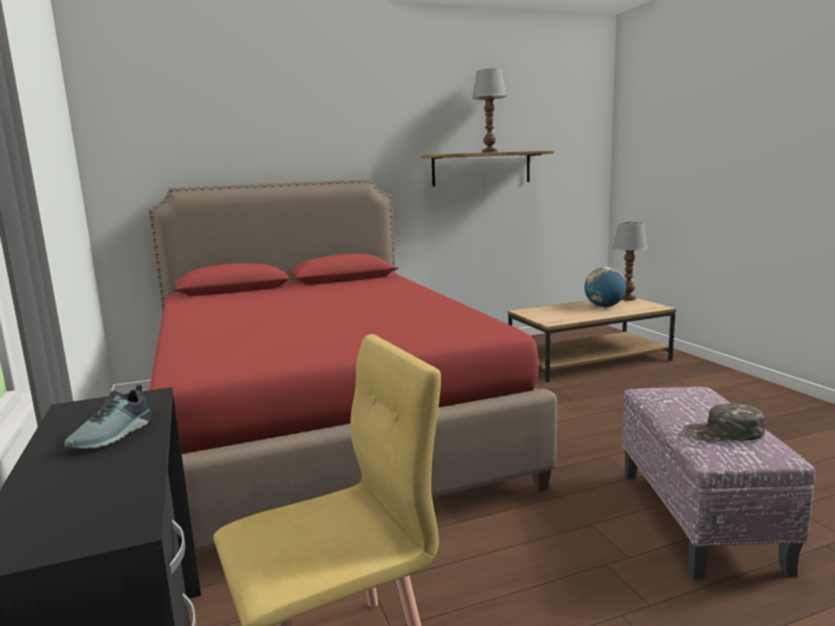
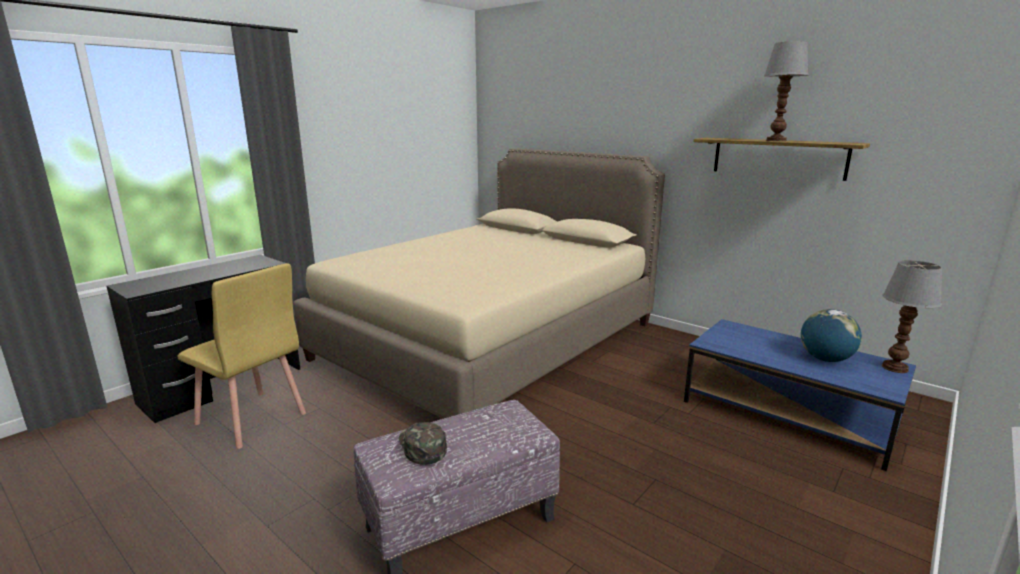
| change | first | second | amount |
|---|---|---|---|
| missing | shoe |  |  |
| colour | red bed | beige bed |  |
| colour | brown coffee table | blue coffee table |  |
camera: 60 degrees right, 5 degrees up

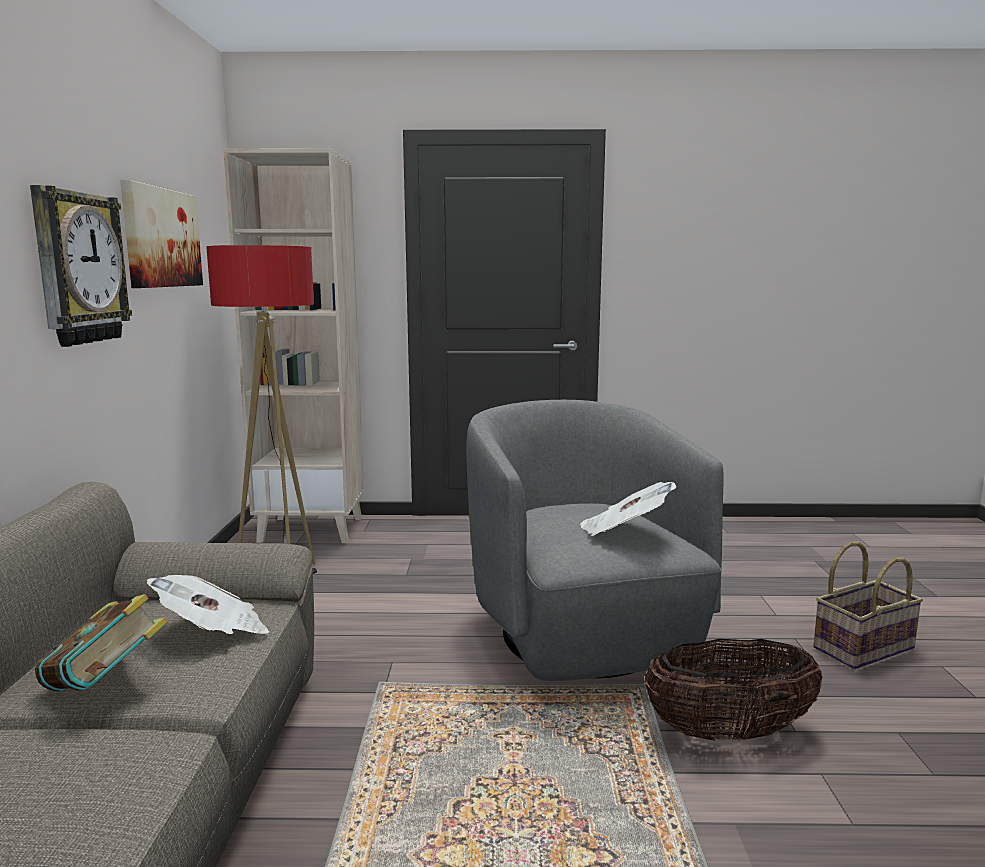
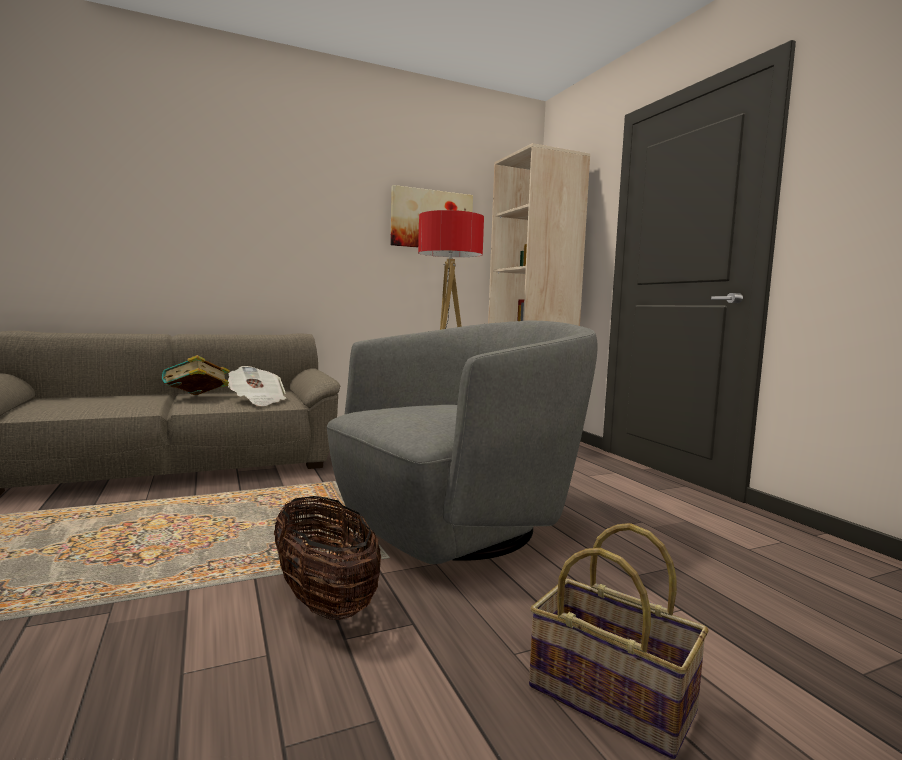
| change | first | second | amount |
|---|---|---|---|
| missing | wall clock |  |  |
| missing | newspaper (no. 2 from left) |  |  |
camera: 65 degrees right, 5 degrees down

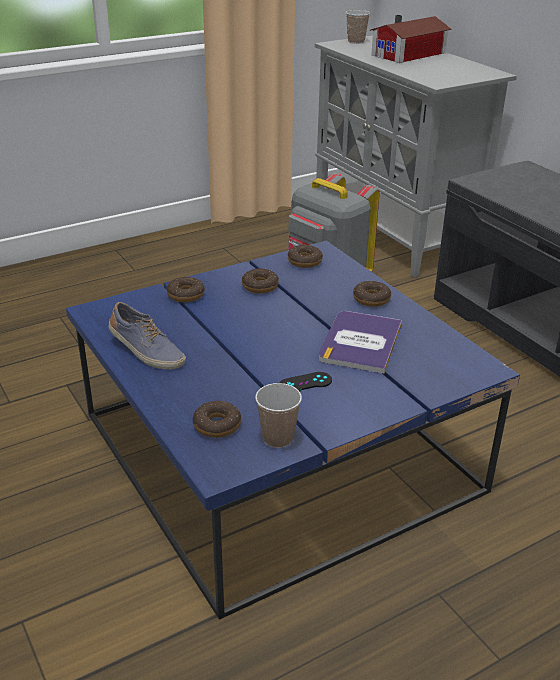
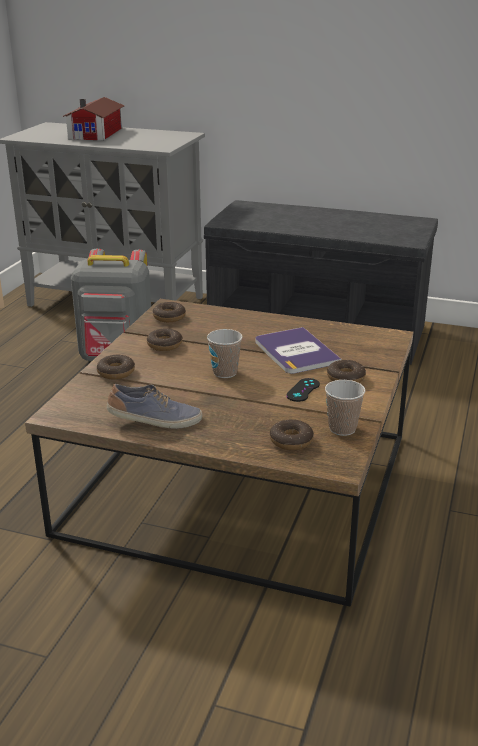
| change | first | second | amount |
|---|---|---|---|
| relocated | cup (no. 2 from left in the first image) | cup (no. 1 from left) |  |
| relocated | donut (no. 5 from left) |  |  |
| colour | blue coffee table | brown coffee table |  |
camera: 40 degrees left, 5 degrees down

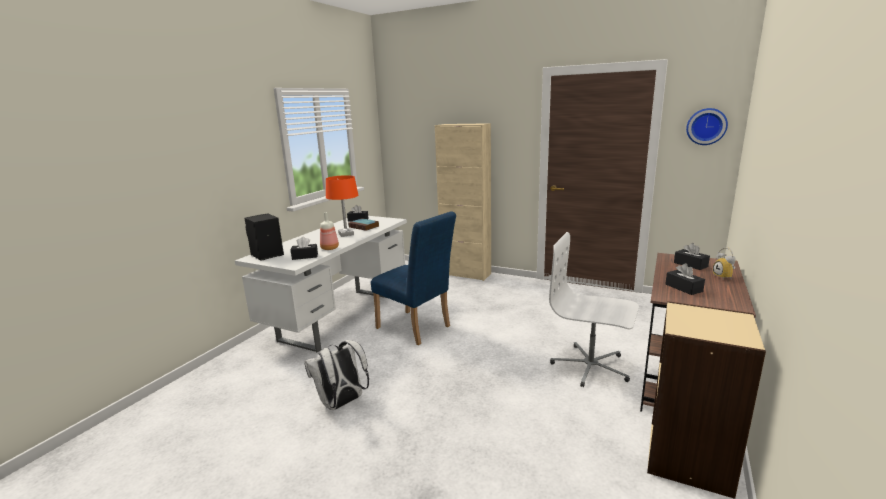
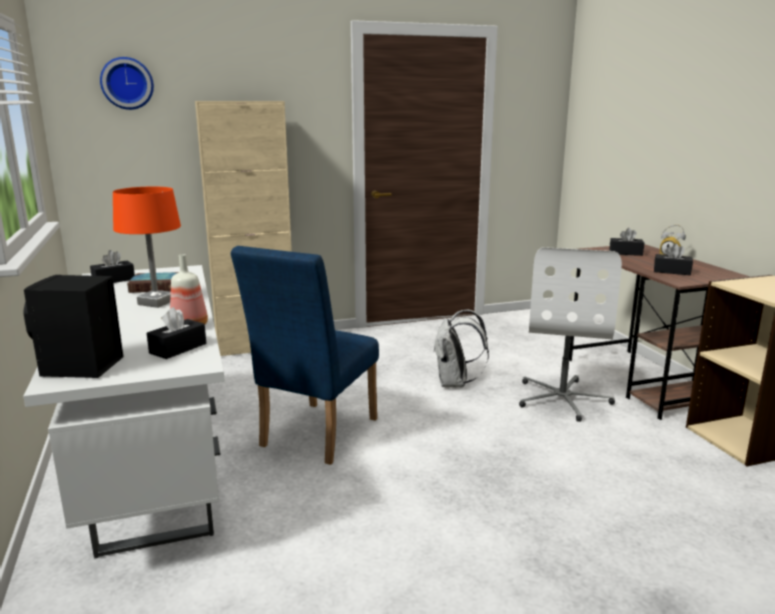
| change | first | second | amount |
|---|---|---|---|
| relocated | white backpack |  |  |
| relocated | wall clock |  |  |
| spun | blue chair |  | 120 degrees clockwise |
| spun | white office chair |  | 60 degrees counterclockwise |
camera: 45 degrees left, 0 degrees up

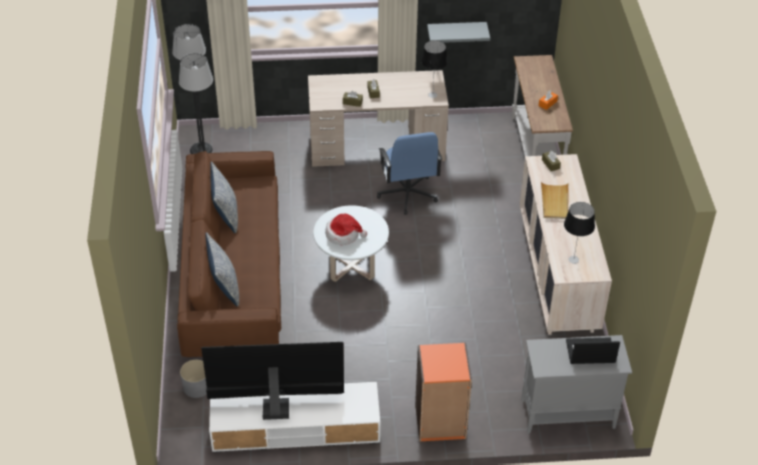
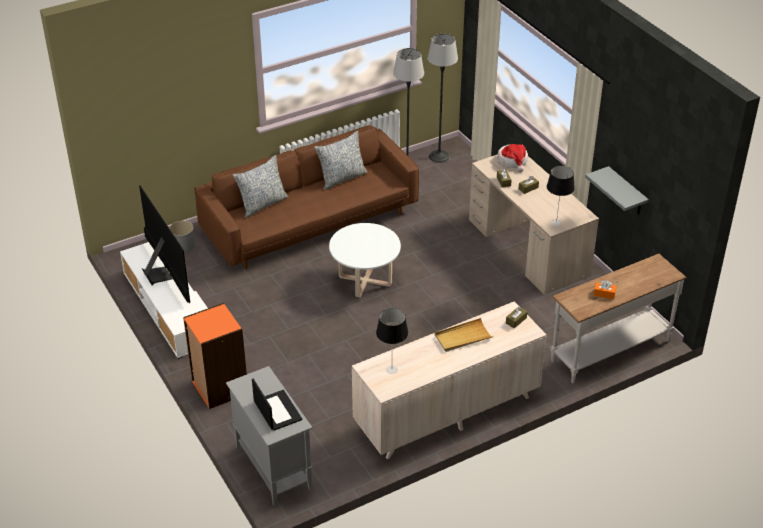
| change | first | second | amount |
|---|---|---|---|
| missing | blue office chair |  |  |
| relocated | hat |  |  |
camera: 65 degrees right, 5 degrees down

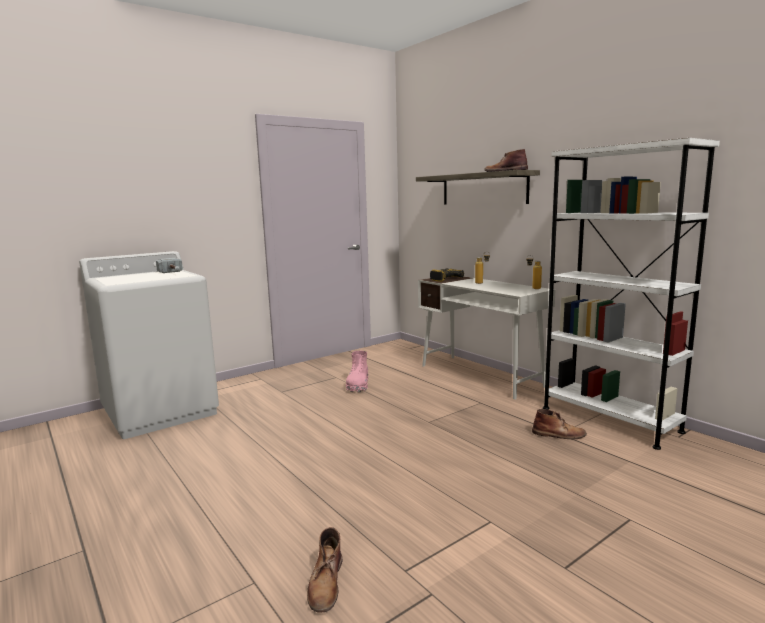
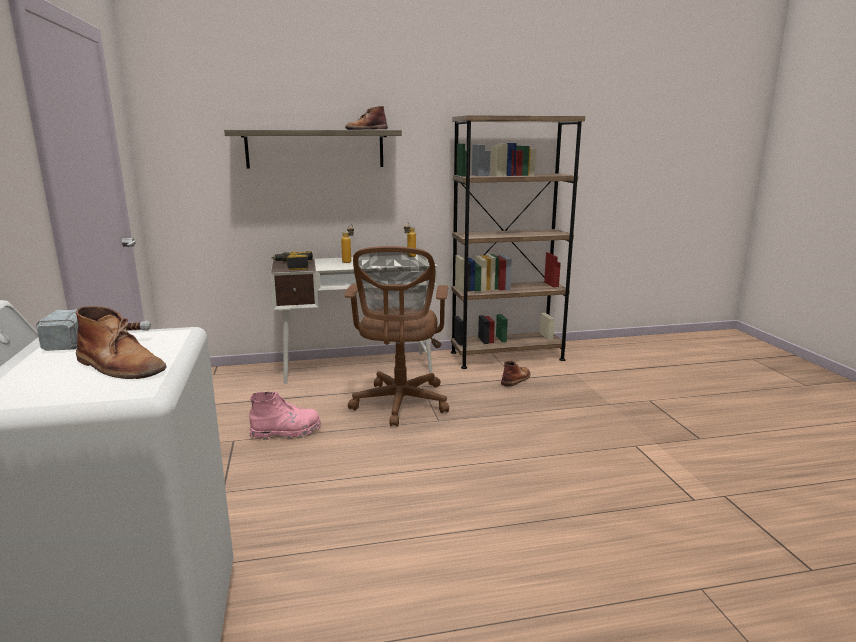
| change | first | second | amount |
|---|---|---|---|
| appeared |  | brown office chair |  |
| relocated | brown boot (no. 1 from left) |  |  |
| colour | white bookcase | brown bookcase |  |
| spun | pink boot |  | 45 degrees counterclockwise |
camera: 65 degrees left, 5 degrees up

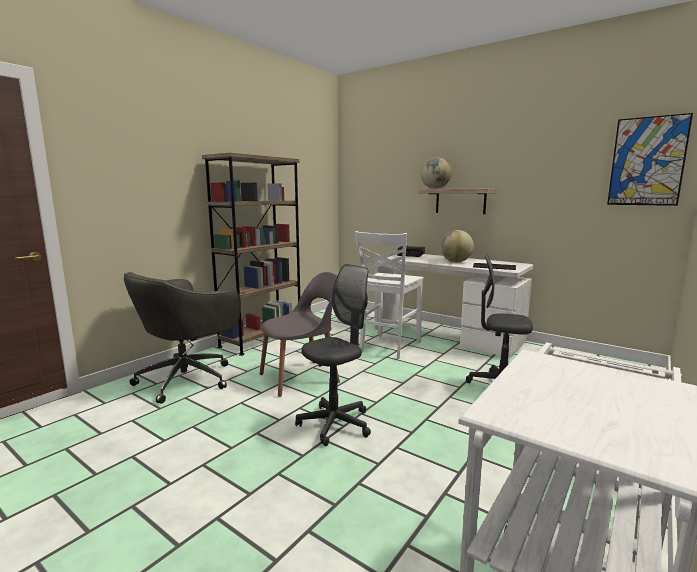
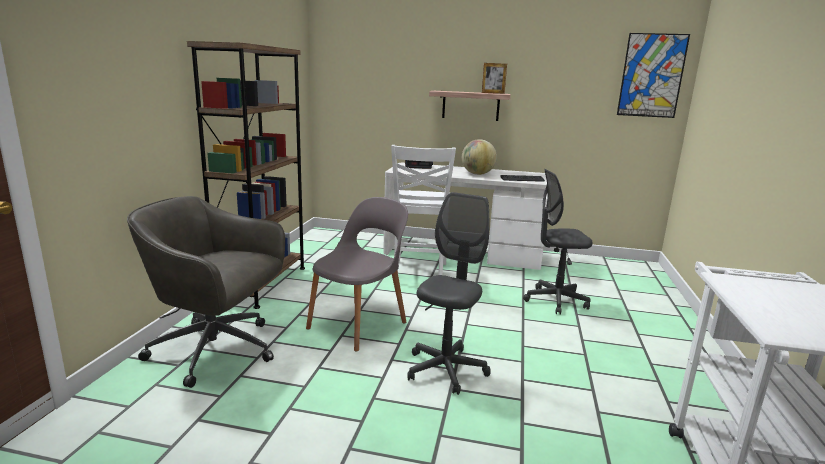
| change | first | second | amount |
|---|---|---|---|
| missing | globe (no. 1 from left) |  |  |
| appeared |  | picture frame |  |
| spun | grey office chair (no. 1 from left) |  | 90 degrees clockwise |
camera: 25 degrees left, 5 degrees up

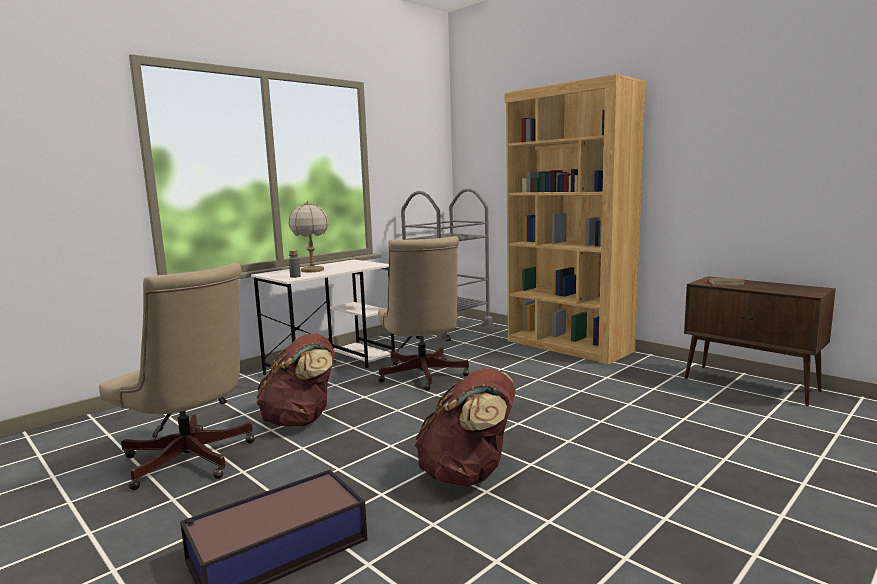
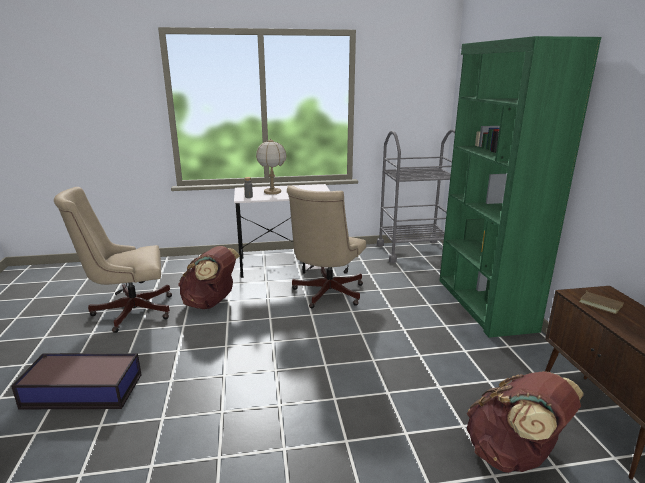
| change | first | second | amount |
|---|---|---|---|
| relocated | brown backpack (no. 2 from left) |  |  |
| colour | brown bookcase | green bookcase |  |
| spun | beige office chair (no. 1 from left) |  | 90 degrees clockwise |
camera: 35 degrees right, 10 degrees up

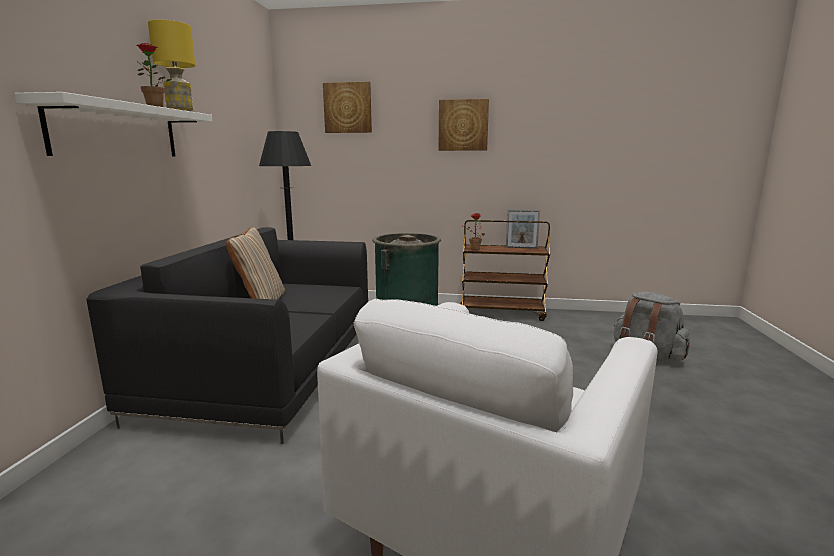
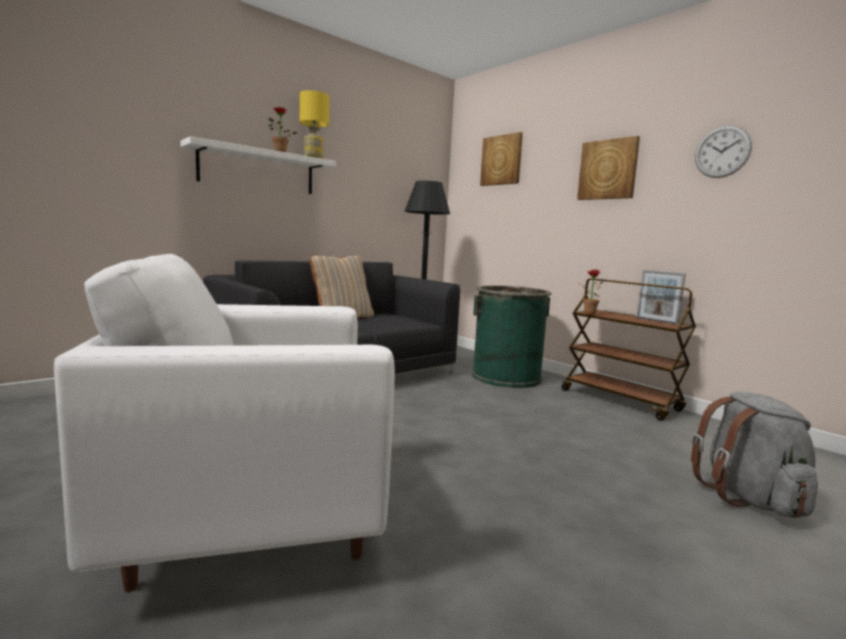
| change | first | second | amount |
|---|---|---|---|
| appeared |  | wall clock |  |
camera: 40 degrees right, 5 degrees down

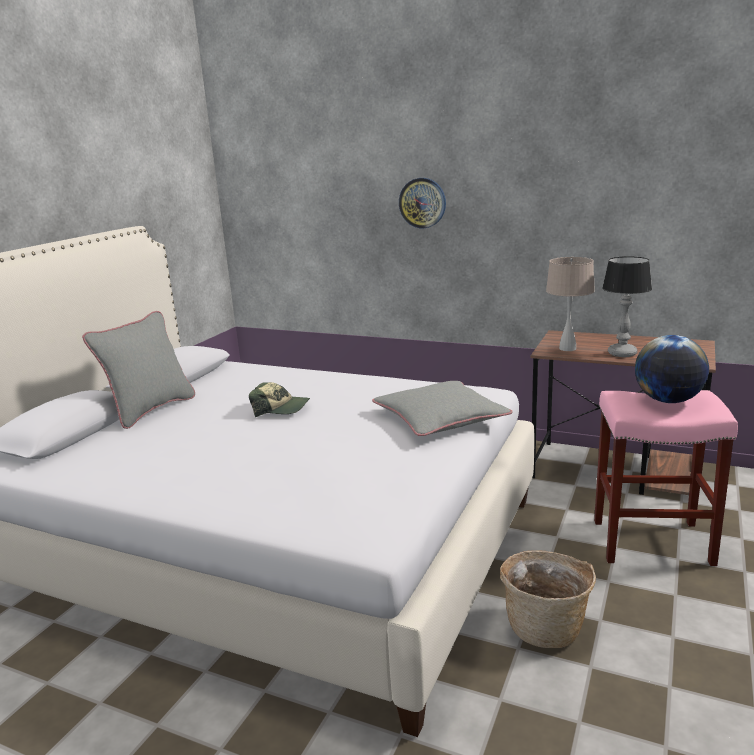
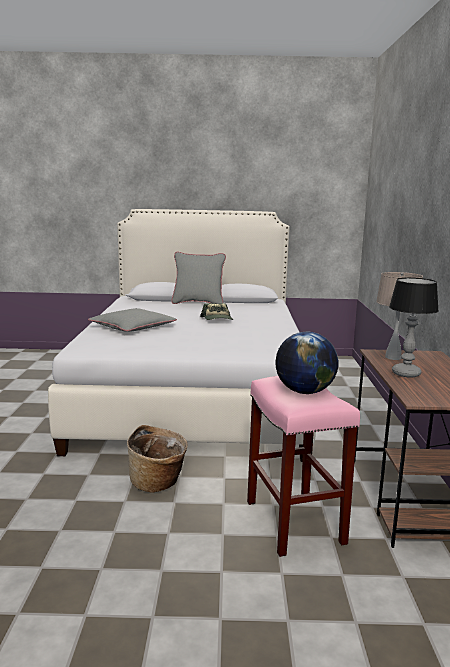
| change | first | second | amount |
|---|---|---|---|
| missing | wall clock |  |  |
| relocated | grey pillow (no. 2 from left in the first image) | grey pillow (no. 1 from left) |  |
camera: 65 degrees right, 5 degrees down

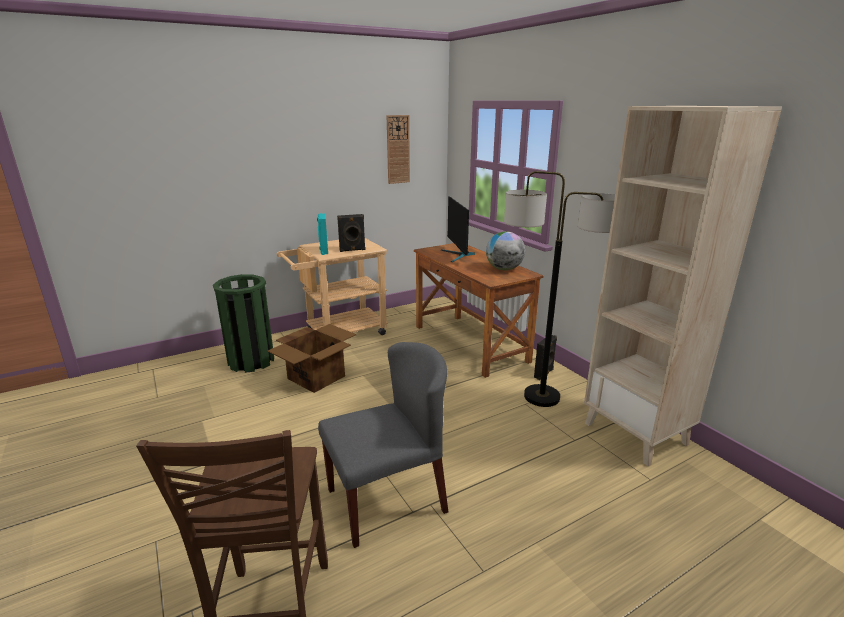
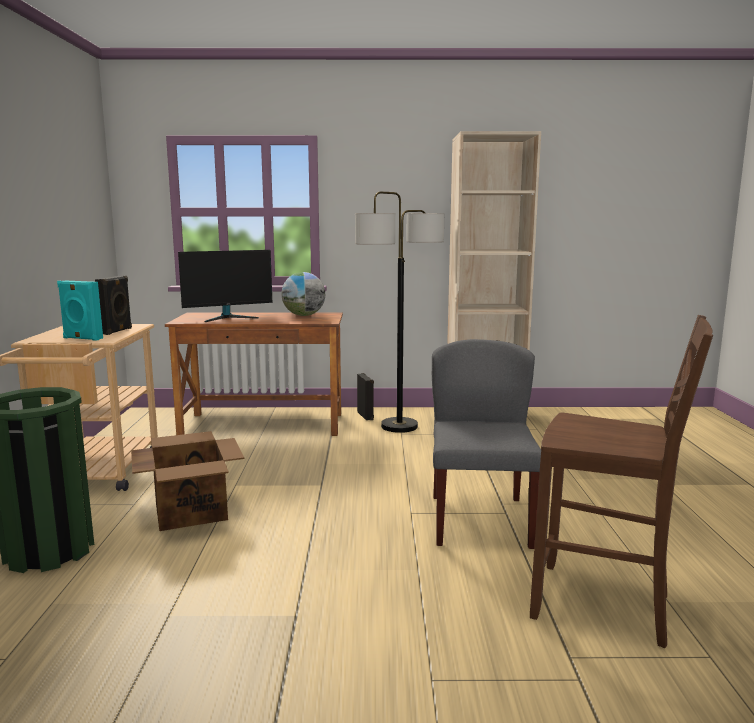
| change | first | second | amount |
|---|---|---|---|
| missing | wall clock |  |  |
| spun | monitor |  | 45 degrees counterclockwise |
camera: 60 degrees left, 10 degrees down

